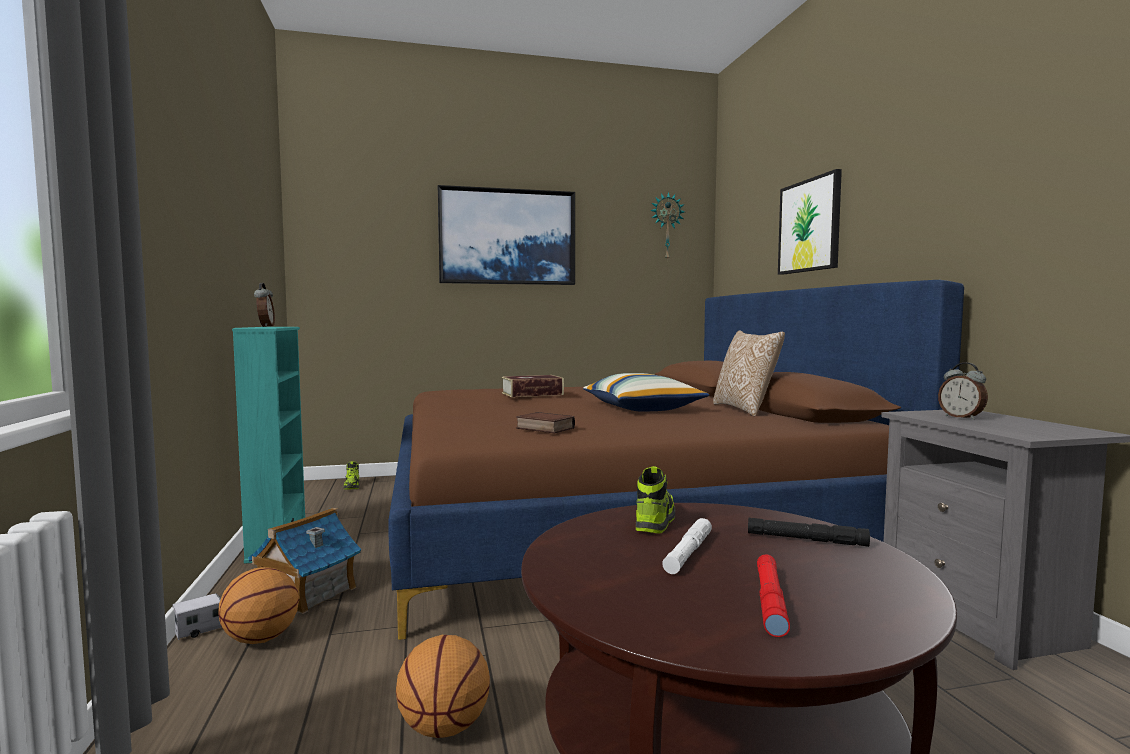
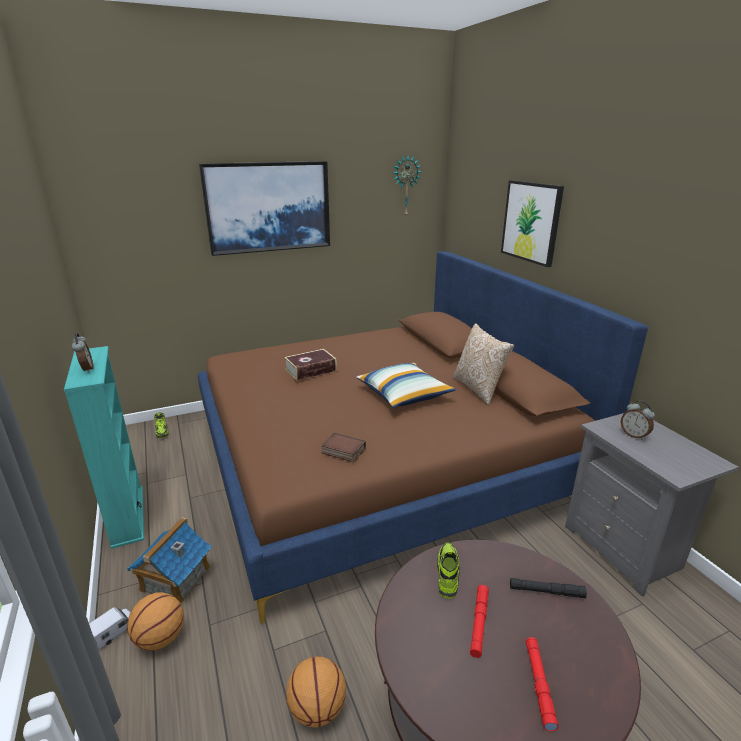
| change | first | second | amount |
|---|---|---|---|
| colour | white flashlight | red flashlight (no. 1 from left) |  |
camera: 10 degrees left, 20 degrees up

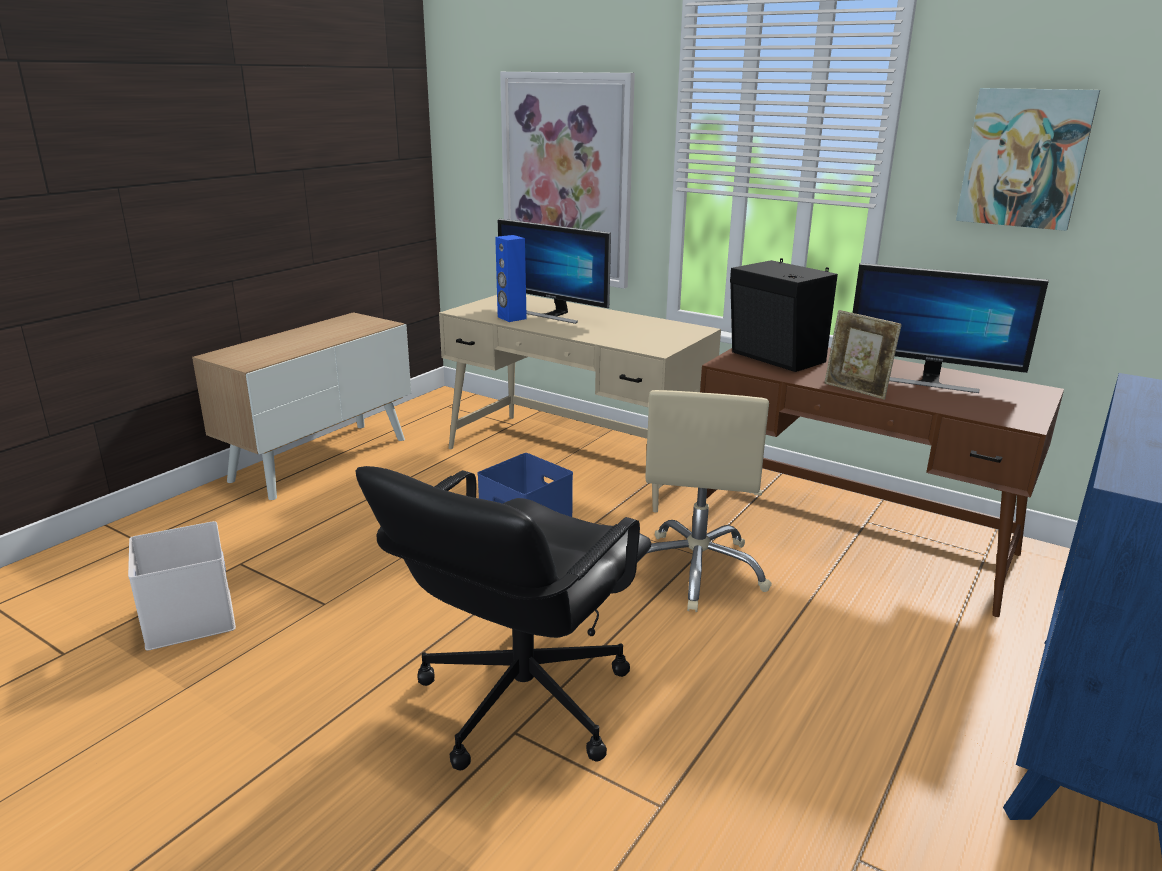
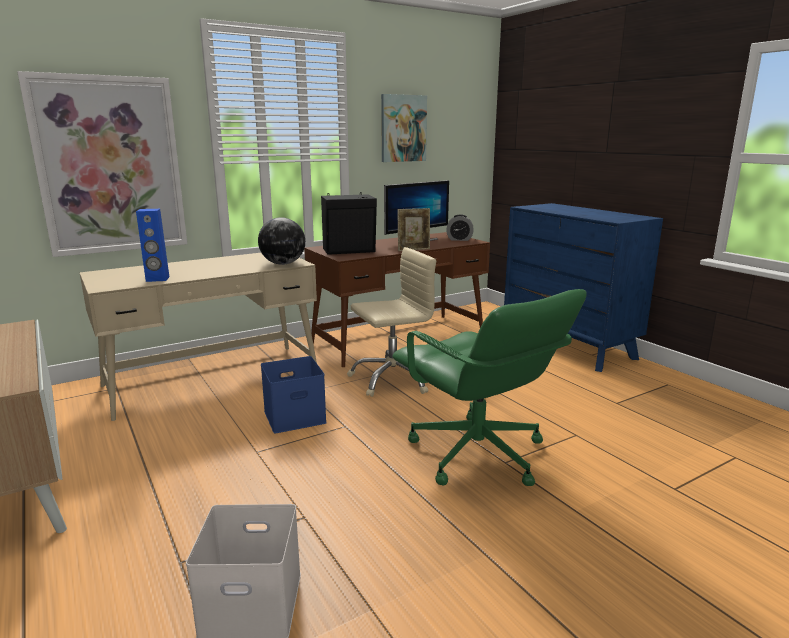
| change | first | second | amount |
|---|---|---|---|
| missing | monitor (no. 1 from left) |  |  |
| appeared |  | globe |  |
| appeared |  | alarm clock |  |
| colour | black office chair | green office chair |  |
| spun | beige office chair |  | 60 degrees counterclockwise |
camera: 65 degrees left, 5 degrees down

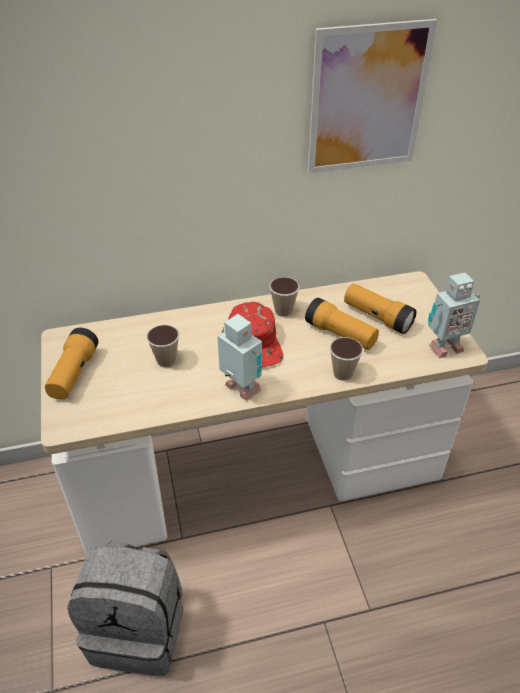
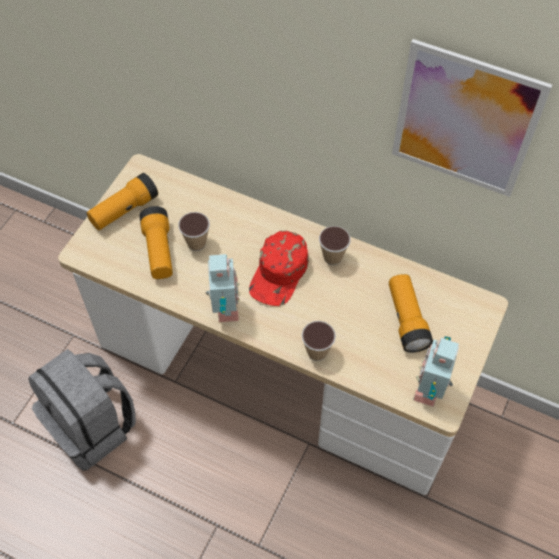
| change | first | second | amount |
|---|---|---|---|
| relocated | flashlight (no. 2 from left) |  |  |
| spun | toy robot (no. 2 from left) |  | 90 degrees clockwise |
camera: 40 degrees right, 15 degrees up

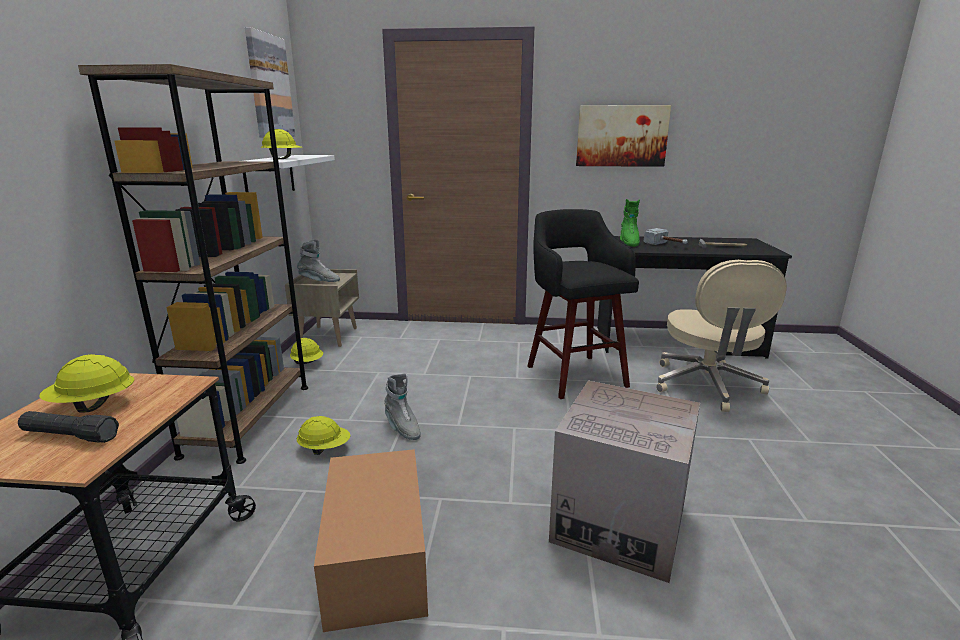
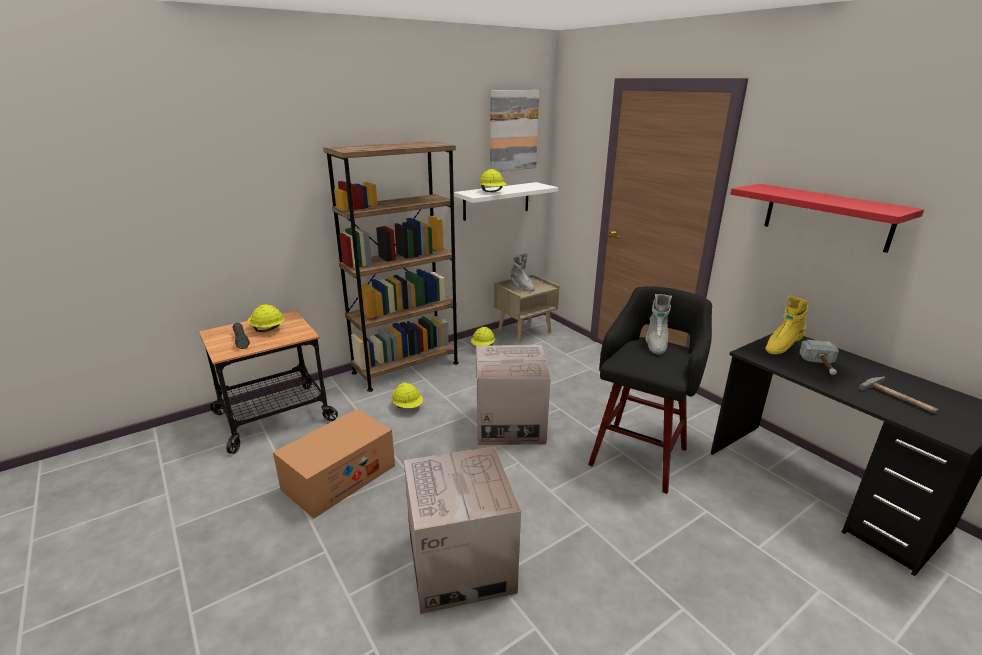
| change | first | second | amount |
|---|---|---|---|
| missing | beige office chair |  |  |
| appeared |  | cardboard box (no. 3 from left) |  |
| relocated | grey boot (no. 2 from left) |  |  |
| exchanged | picture (no. 2 from left) | red shelf |  |
| colour | green boot | yellow boot |  |
camera: 50 degrees right, 5 degrees up

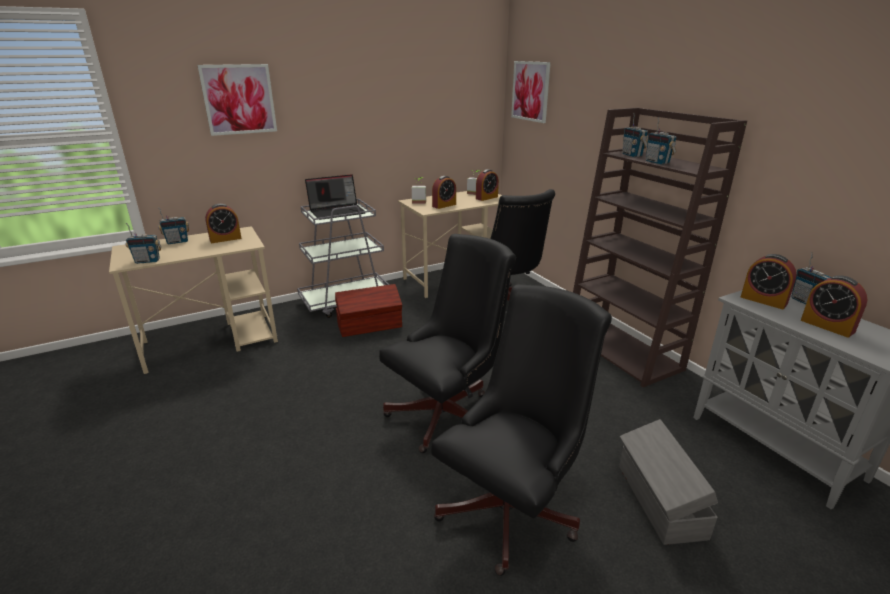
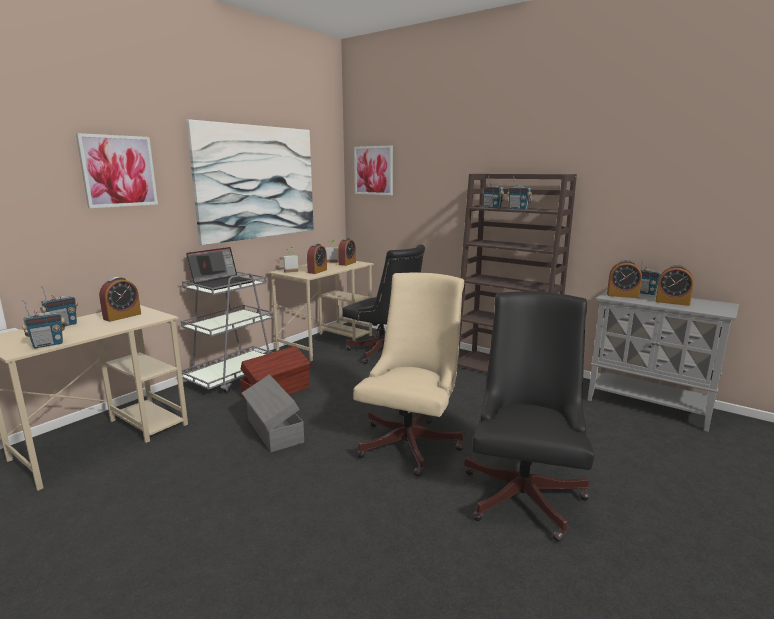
| change | first | second | amount |
|---|---|---|---|
| appeared |  | picture (no. 2 from left) |  |
| relocated | grey storage box |  |  |
| colour | black office chair (no. 1 from left) | beige office chair |  |
camera: 25 degrees left, 10 degrees down

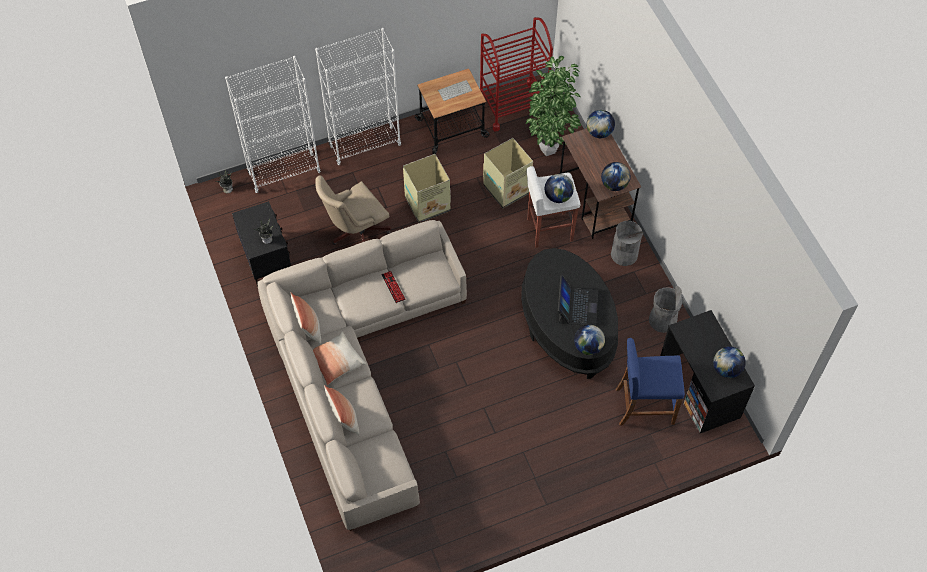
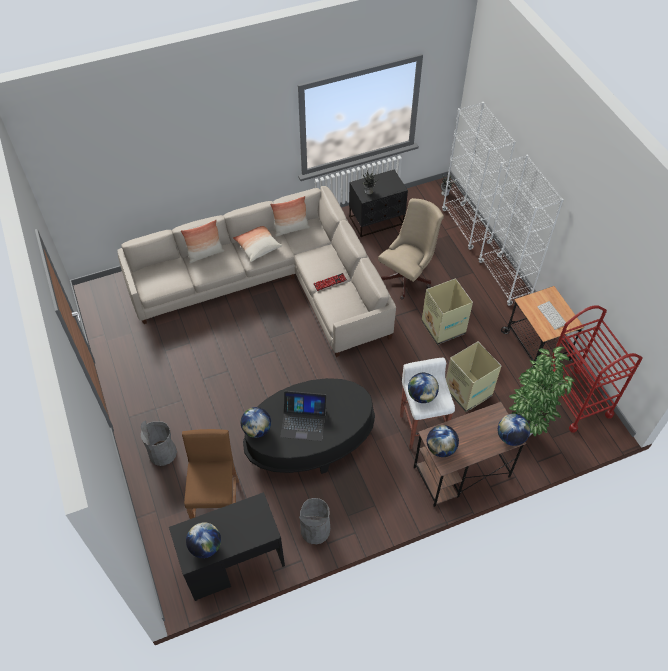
| change | first | second | amount |
|---|---|---|---|
| relocated | grey trash can (no. 1 from left) |  |  |
| colour | blue stool | brown stool |  |
| spun | beige office chair |  | 75 degrees clockwise |
camera: 90 degrees right, 5 degrees down

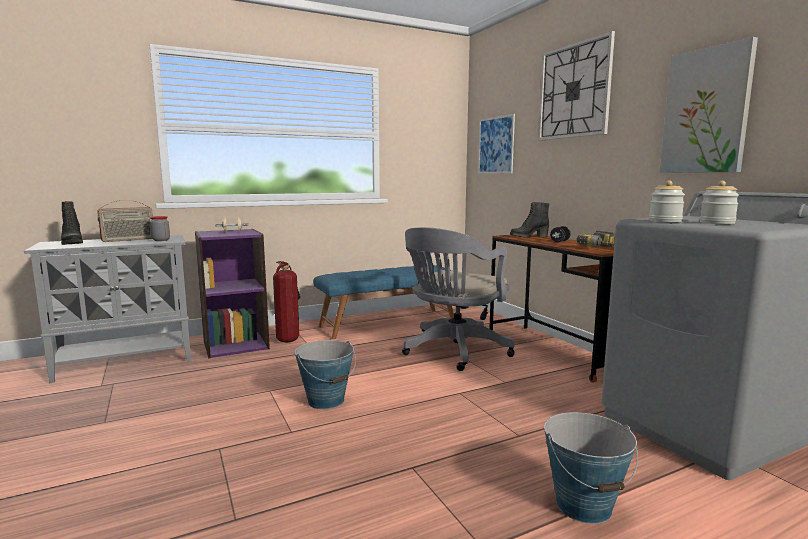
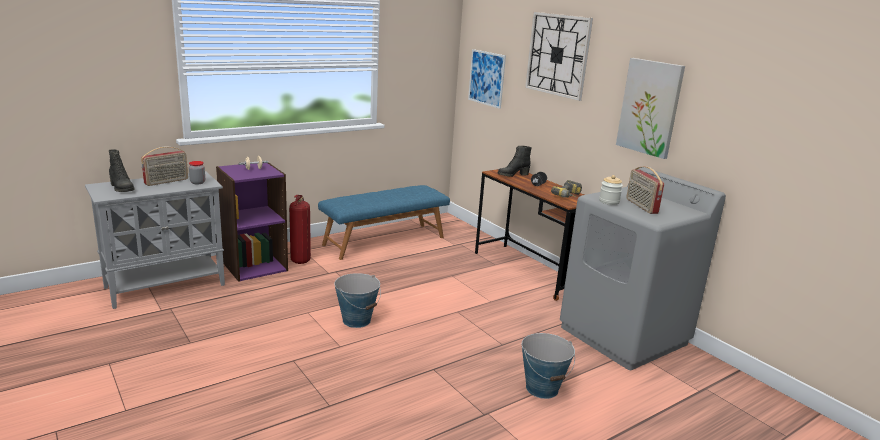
| change | first | second | amount |
|---|---|---|---|
| missing | grey office chair |  |  |
| exchanged | jar (no. 3 from left) | radio (no. 2 from left) |  |
camera: 10 degrees left, 10 degrees up

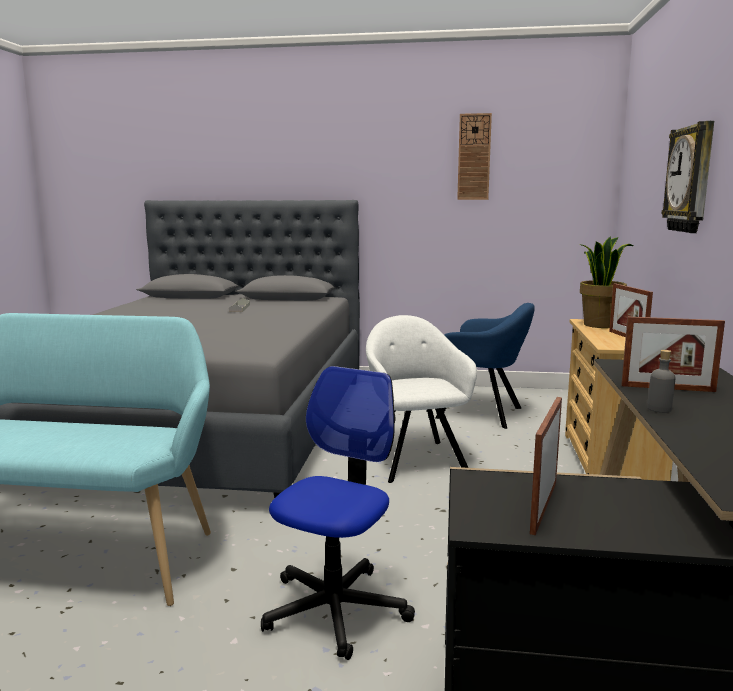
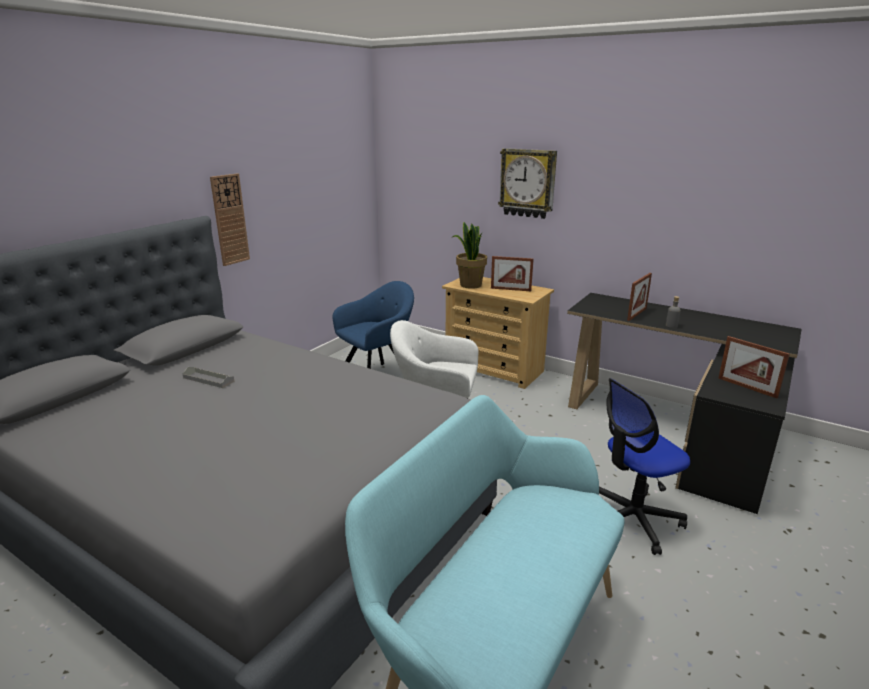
| change | first | second | amount |
|---|---|---|---|
| relocated | wall clock (no. 1 from left) |  |  |
| spun | office chair |  | 75 degrees counterclockwise |
camera: 65 degrees left, 10 degrees up

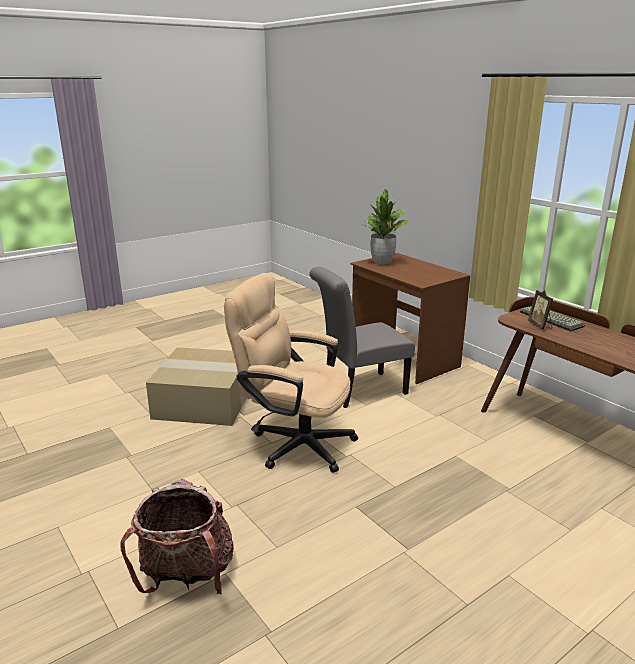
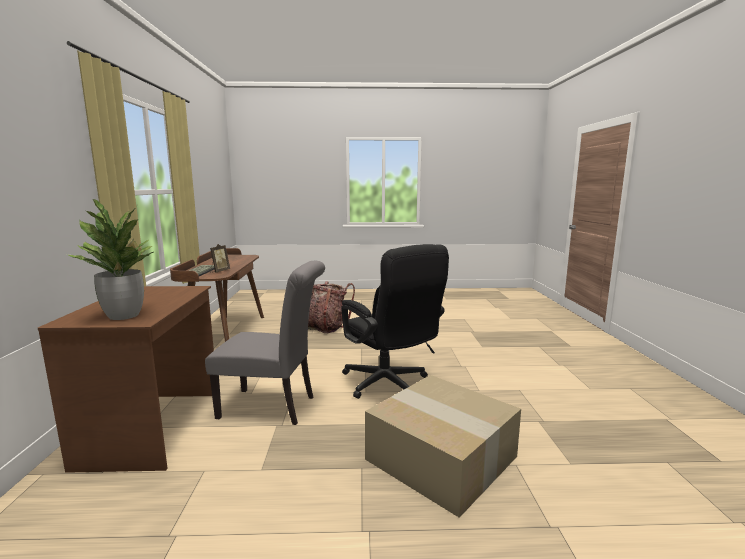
| change | first | second | amount |
|---|---|---|---|
| relocated | backpack |  |  |
| colour | beige office chair | black office chair |  |
camera: 145 degrees left, 10 degrees down

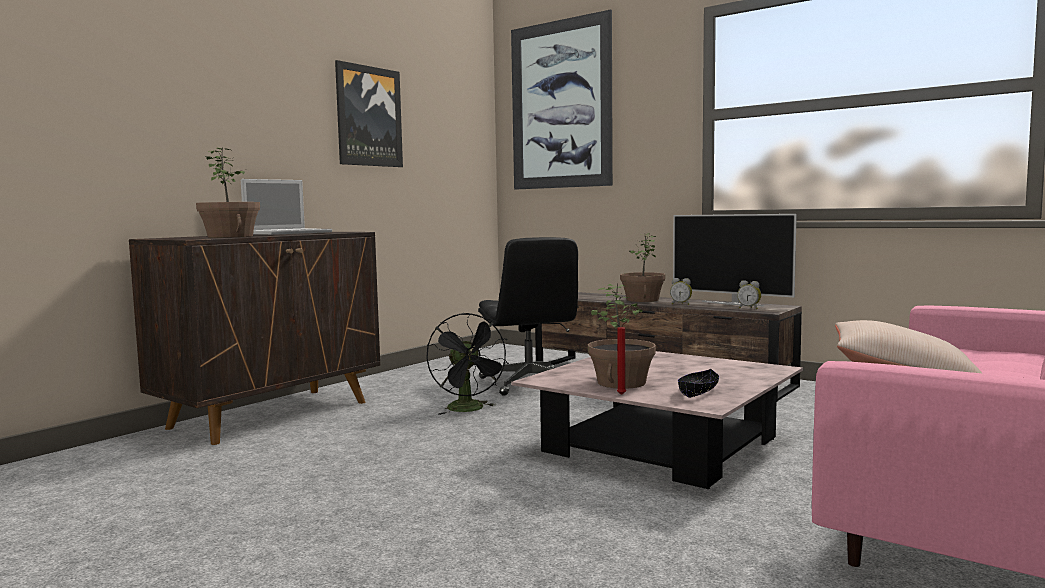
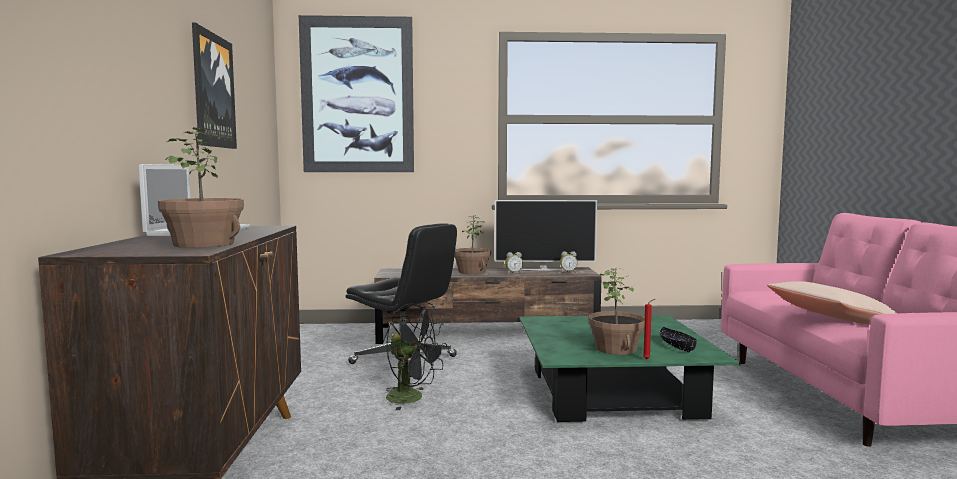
| change | first | second | amount |
|---|---|---|---|
| colour | pink coffee table | green coffee table |  |
camera: 40 degrees left, 0 degrees up

